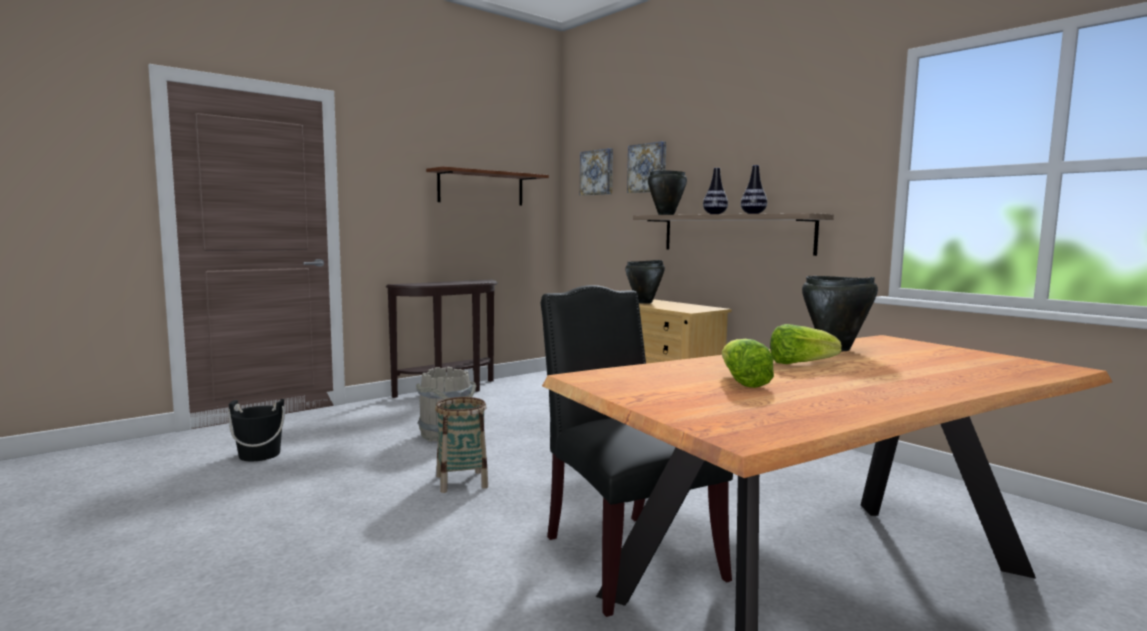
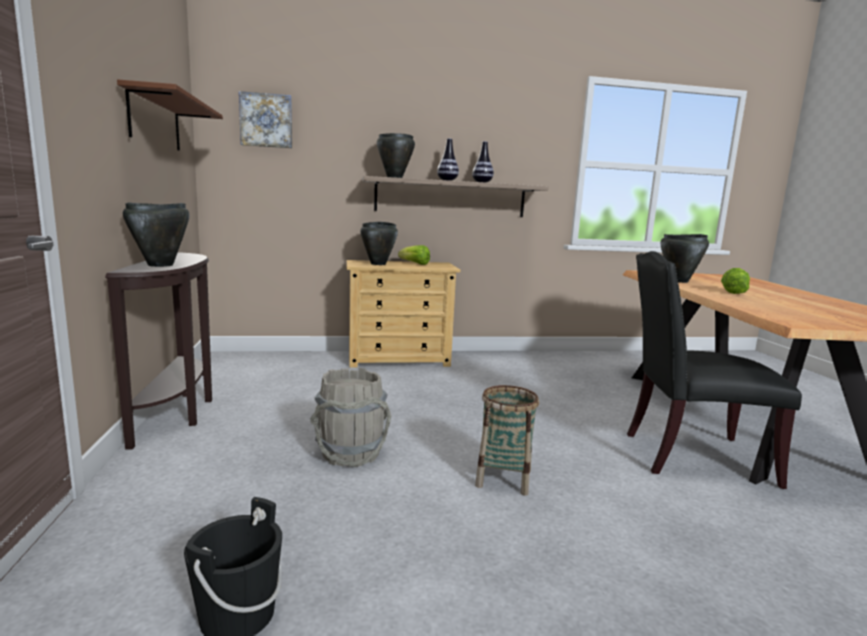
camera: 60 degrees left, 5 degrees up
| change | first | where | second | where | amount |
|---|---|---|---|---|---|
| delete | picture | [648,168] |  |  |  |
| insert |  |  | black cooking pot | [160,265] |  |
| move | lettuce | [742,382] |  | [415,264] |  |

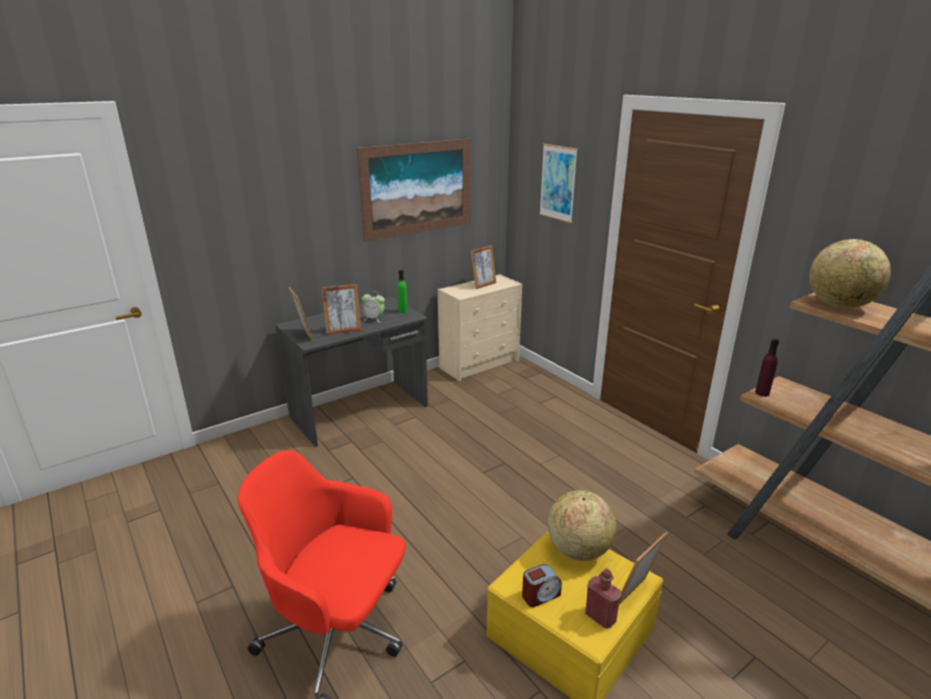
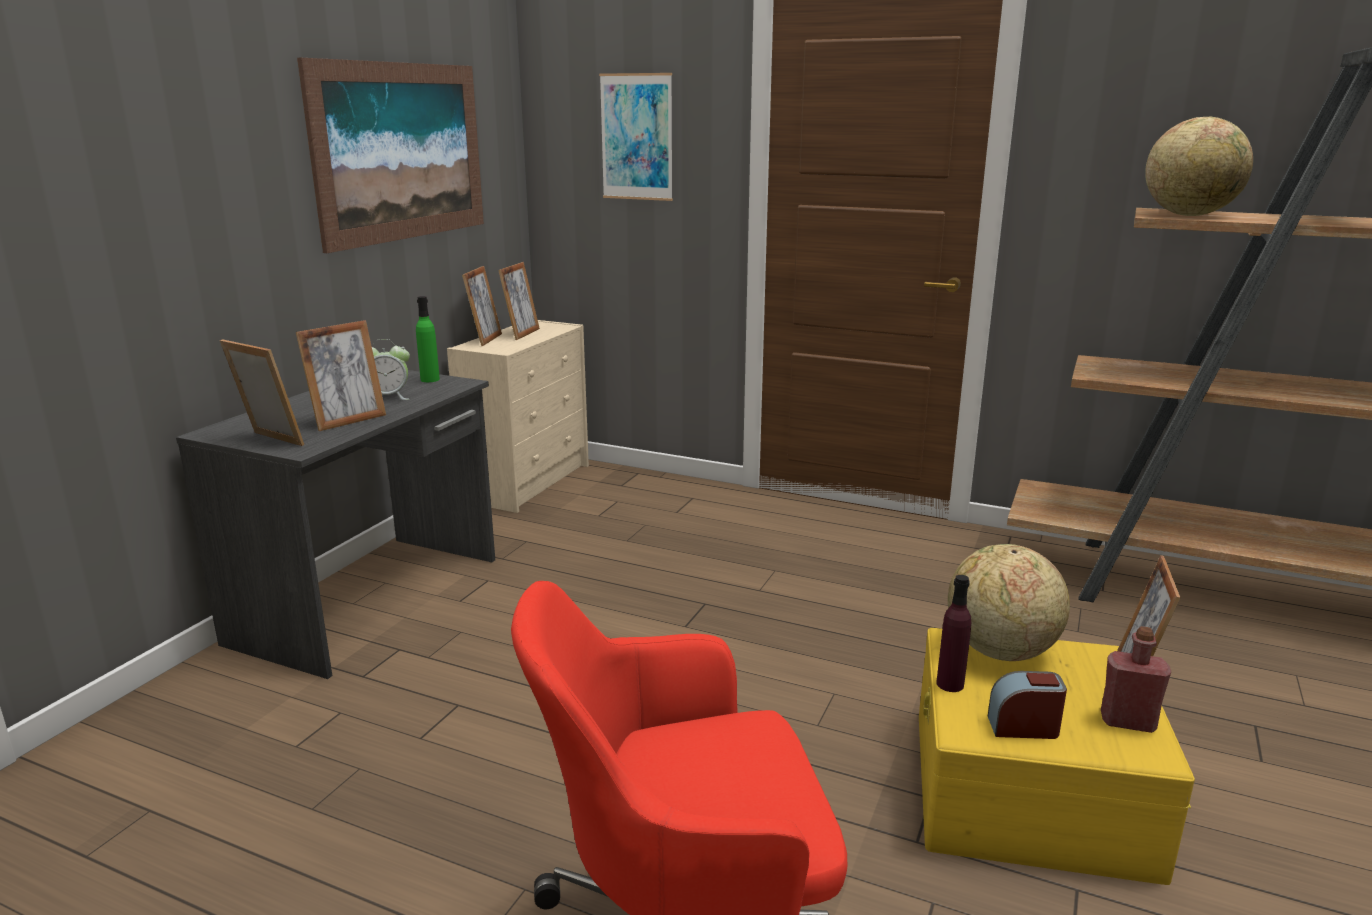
camera: 30 degrees left, 5 degrees down
| change | first | where | second | where | amount |
|---|---|---|---|---|---|
| insert |  |  | picture frame | [485,339] |  |
| move | purple bottle | [762,393] |  | [950,684] |  |
| rotate | alarm clock | [540,595] |  | [1023,727] | 120 degrees counterclockwise |

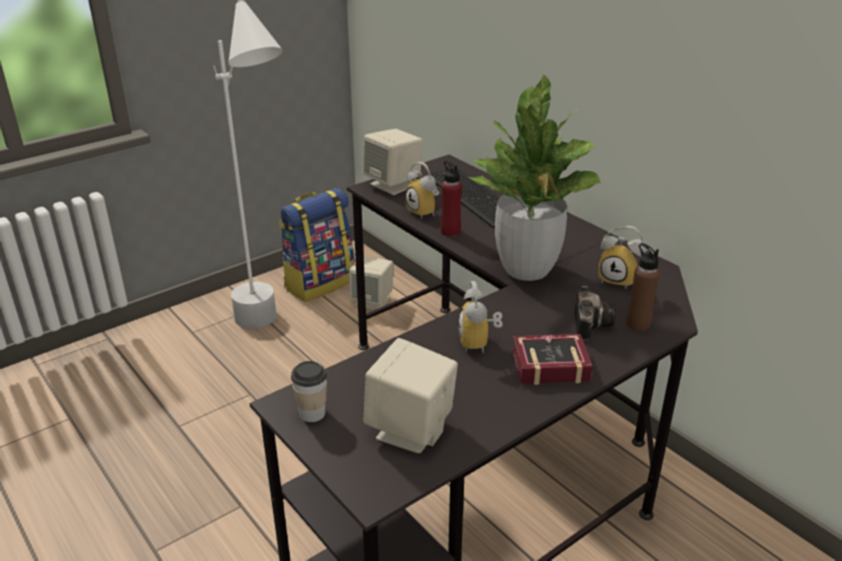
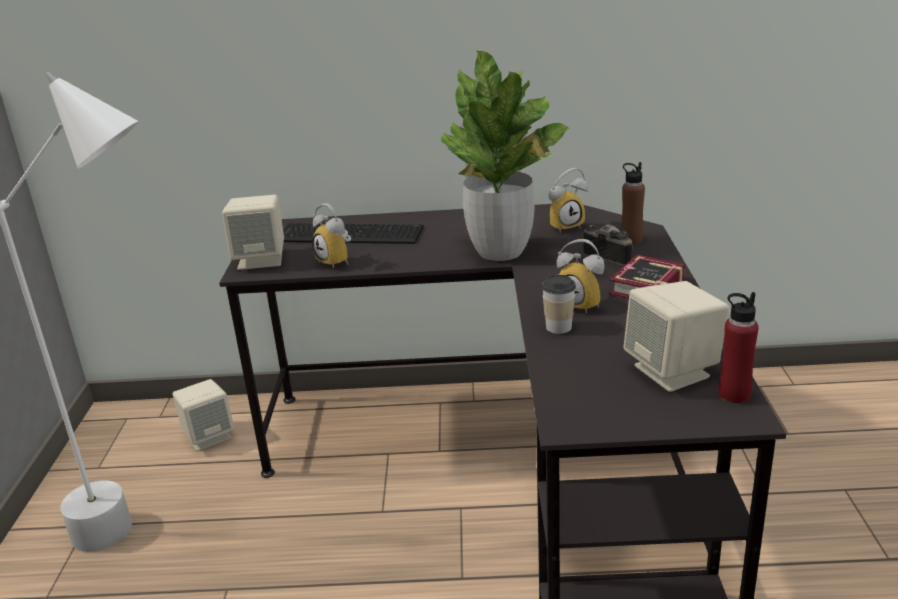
camera: 50 degrees left, 5 degrees down
| change | first | where | second | where | amount |
|---|---|---|---|---|---|
| delete | backpack | [319,283] |  |  |  |
| move | cup | [312,413] |  | [558,327] |  |
| move | red bottle | [450,231] |  | [734,394] |  |
| rotate | alarm clock | [425,212] |  | [338,261] | 45 degrees clockwise |

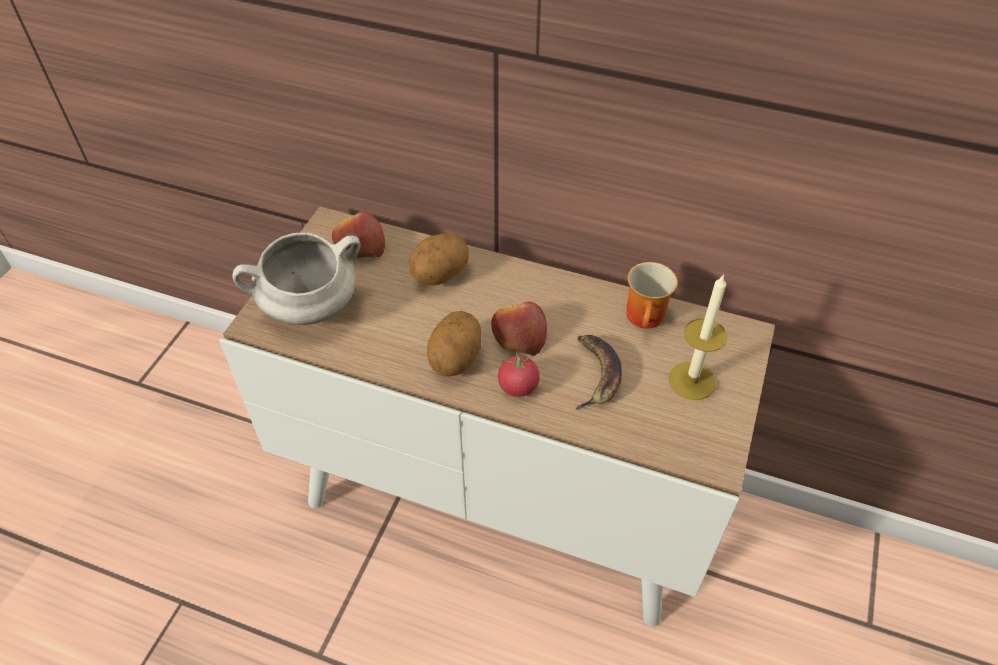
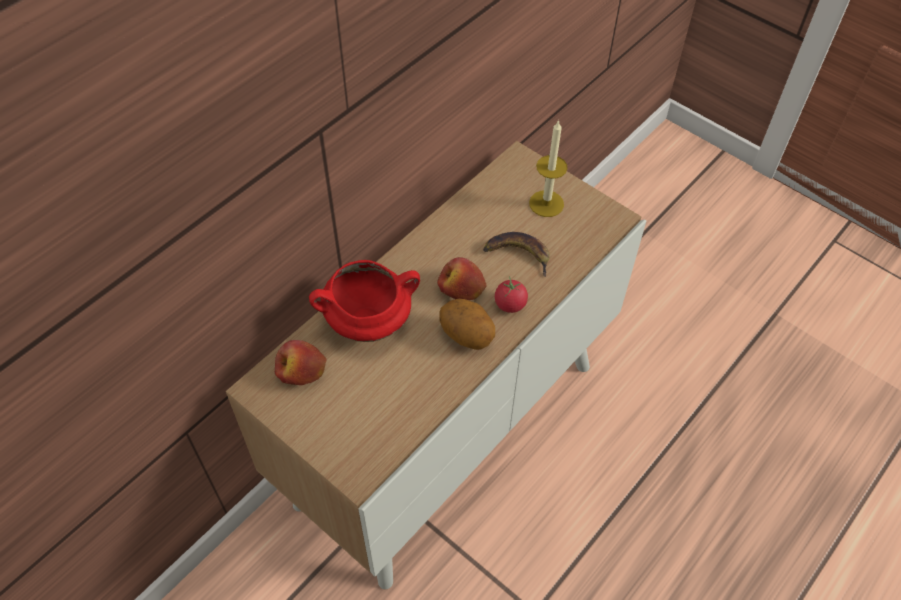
camera: 70 degrees left, 5 degrees up
| change | first | where | second | where | amount |
|---|---|---|---|---|---|
| delete | white cooking pot | [309,308] |  |  |  |
| delete | mug | [647,318] |  |  |  |
| replace | potato | [440,275] | red cooking pot | [369,320] |  |

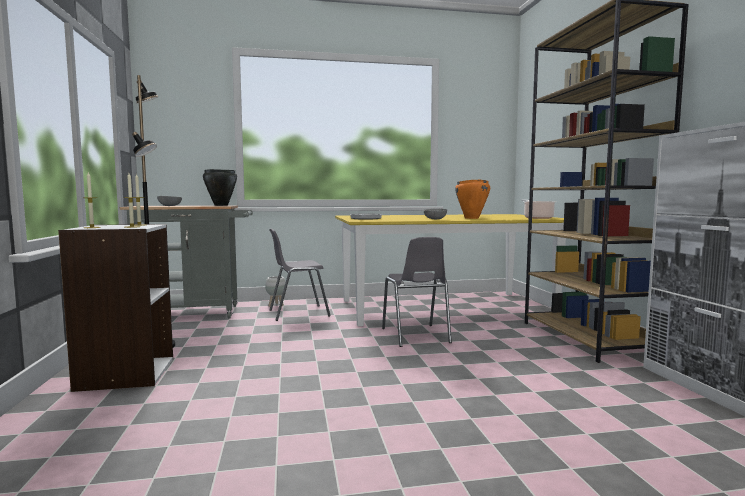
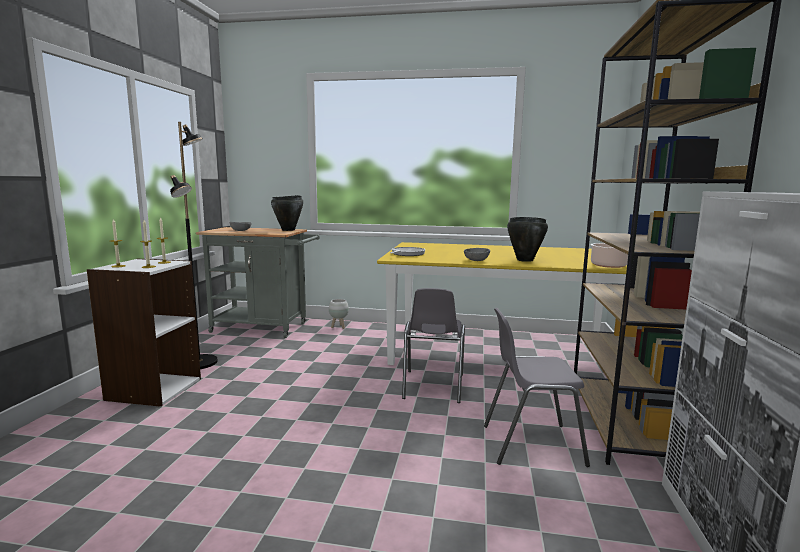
camera: 20 degrees right, 5 degrees up
| change | first | where | second | where | amount |
|---|---|---|---|---|---|
| move | grey chair | [298,313] |  | [531,444] |  |
| recolor | orange cooking pot | [471,218] | black cooking pot | [524,260] |  |

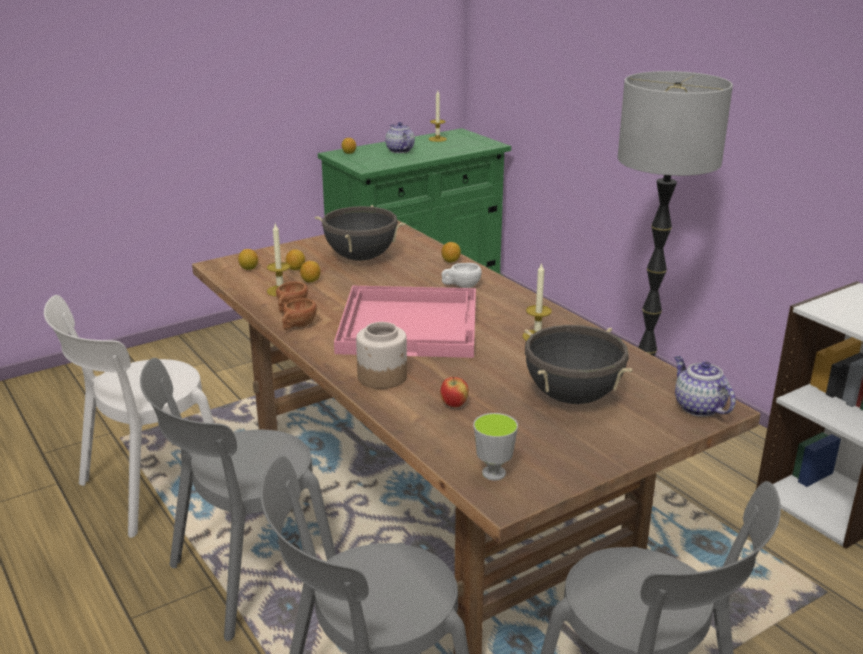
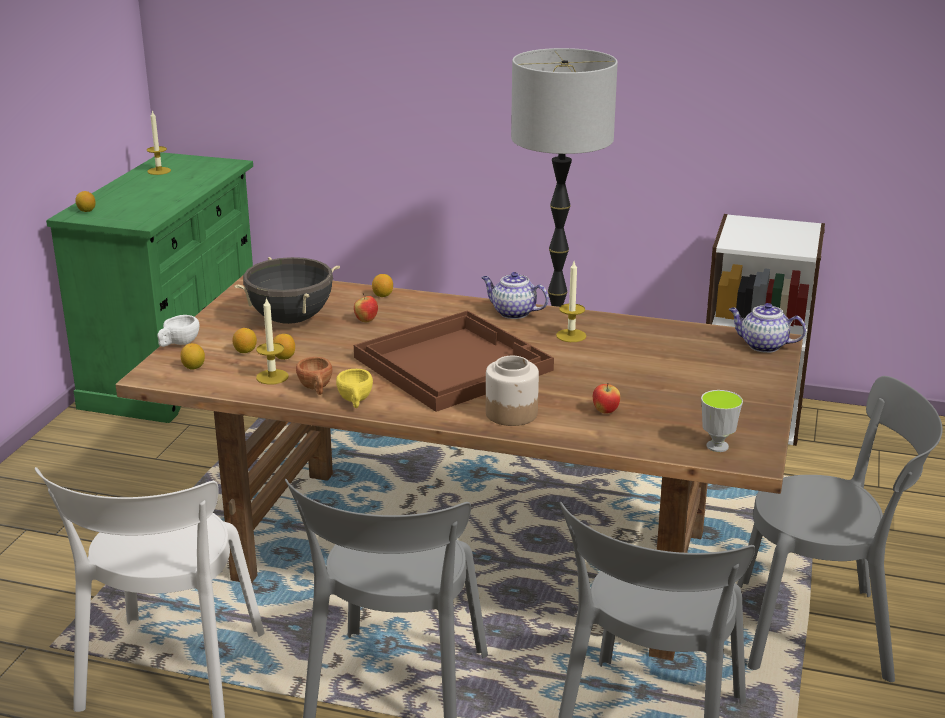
camera: 40 degrees left, 0 degrees up
| change | first | where | second | where | amount |
|---|---|---|---|---|---|
| delete | black cooking pot | [573,397] |  |  |  |
| insert |  |  | apple | [366,320] |  |
| move | teapot | [399,150] |  | [513,313] |  |
| move | white cup | [461,286] |  | [178,344] |  |
| recolor | brown cup | [297,326] | yellow cup | [355,401] |  |
| recolor | pink tray | [410,324] | brown tray | [453,363] |  |

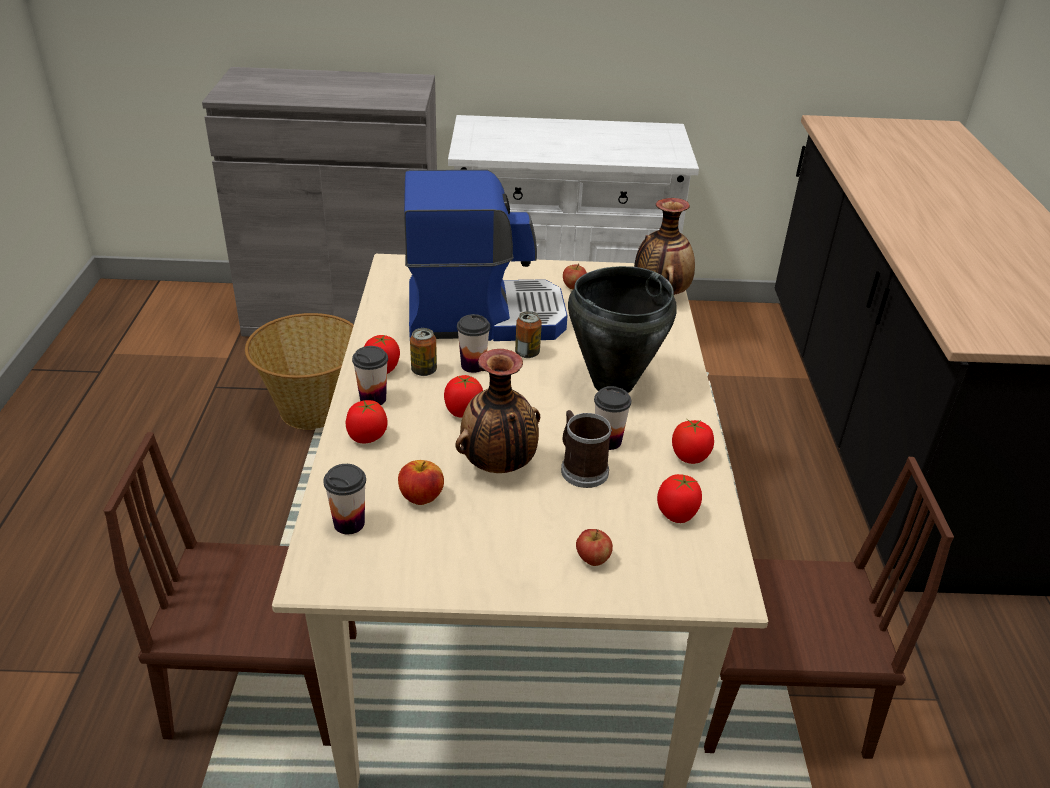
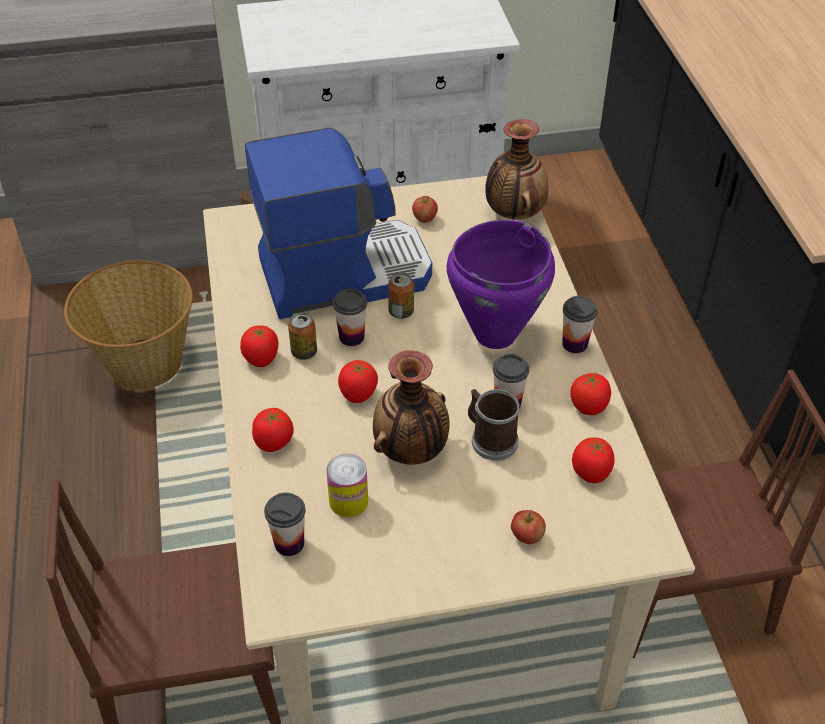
camera: 10 degrees left, 10 degrees up
| change | first | where | second | where | amount |
|---|---|---|---|---|---|
| move | cup | [373,399] |  | [575,344] |  |
| replace | apple | [421,497] | can | [348,501] |  |
| recolor | black cooking pot | [612,384] | purple cooking pot | [494,334] |  |

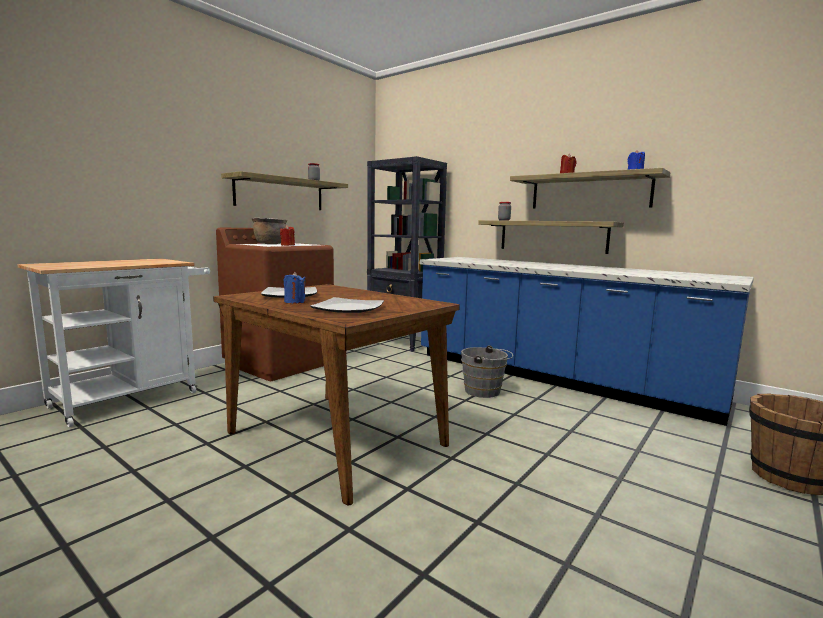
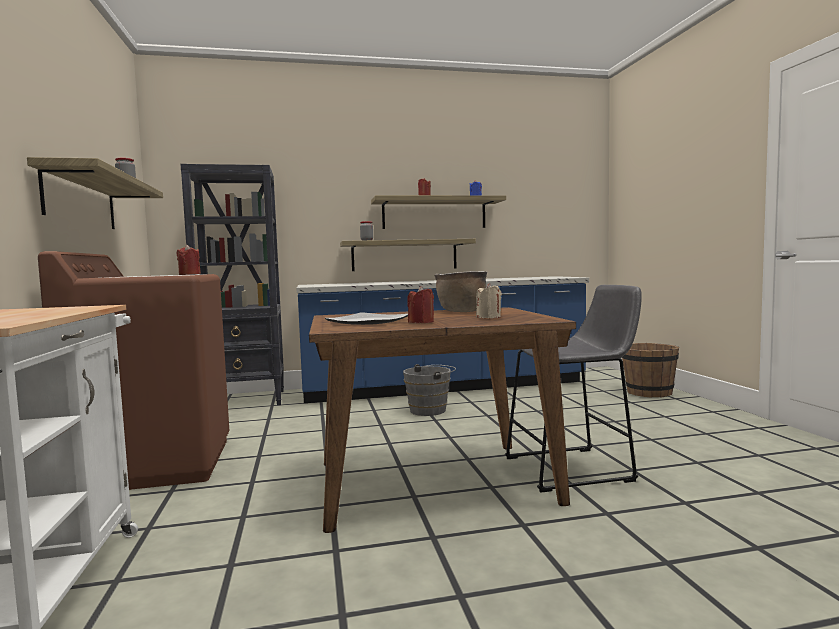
camera: 50 degrees left, 5 degrees down
| change | first | where | second | where | amount |
|---|---|---|---|---|---|
| insert |  |  | grey stool | [574,469] |  |
| move | brown cooking pot | [270,244] |  | [461,311] |  |
| replace | plate | [348,308] | beige candle | [488,317] |  |
| recolor | blue candle | [294,302] | red candle | [421,322] |  |

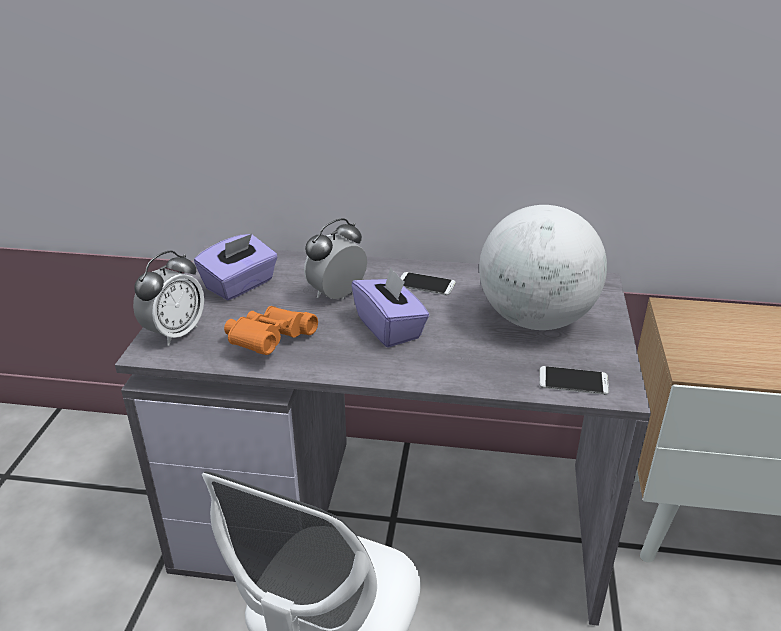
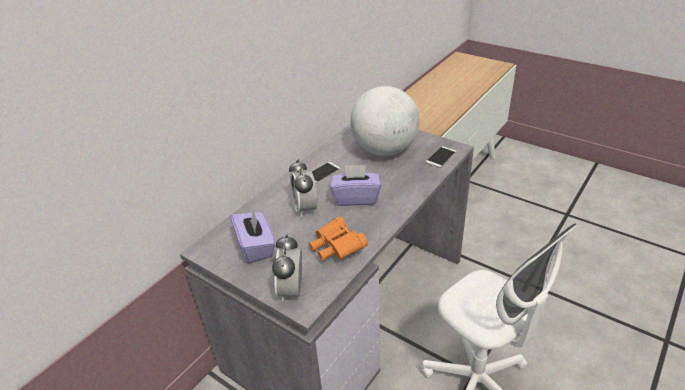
camera: 60 degrees left, 5 degrees up
| change | first | where | second | where | amount |
|---|---|---|---|---|---|
| rotate | alarm clock | [175,333] |  | [291,290] | 150 degrees counterclockwise |

